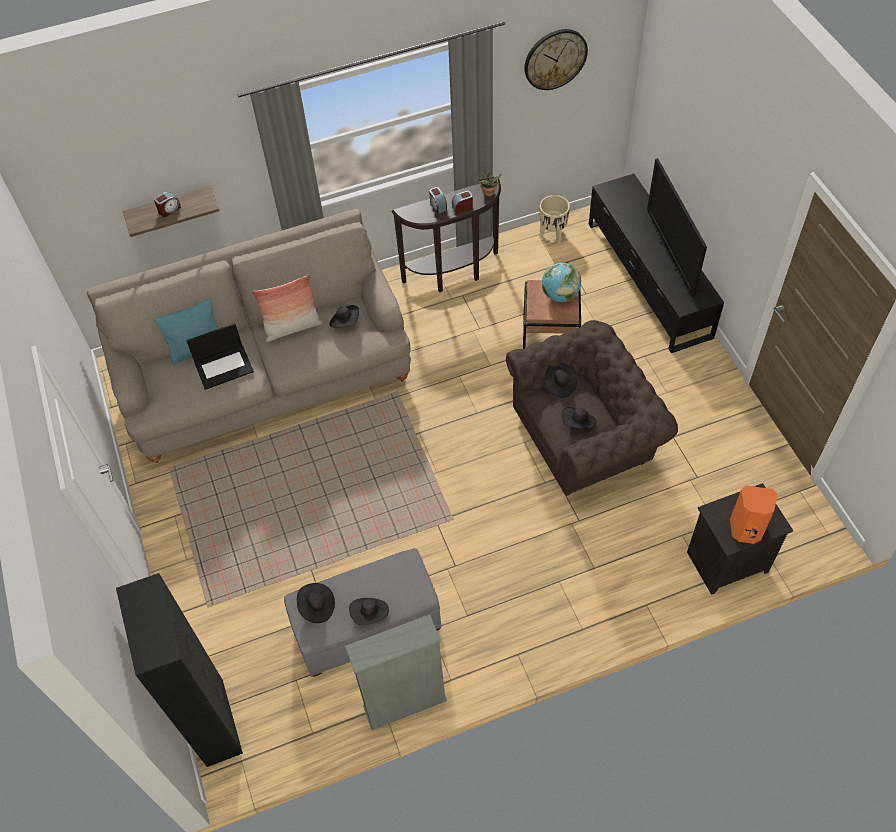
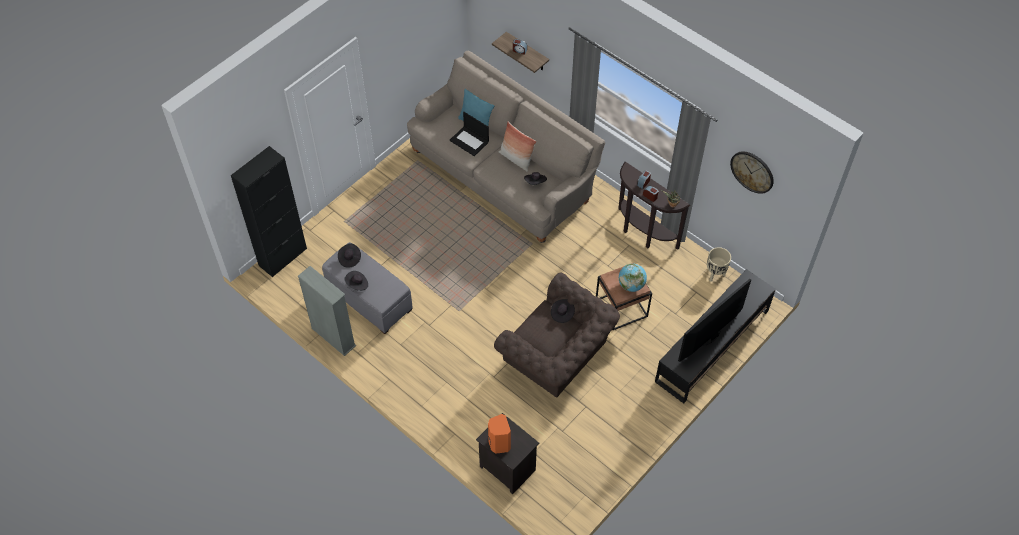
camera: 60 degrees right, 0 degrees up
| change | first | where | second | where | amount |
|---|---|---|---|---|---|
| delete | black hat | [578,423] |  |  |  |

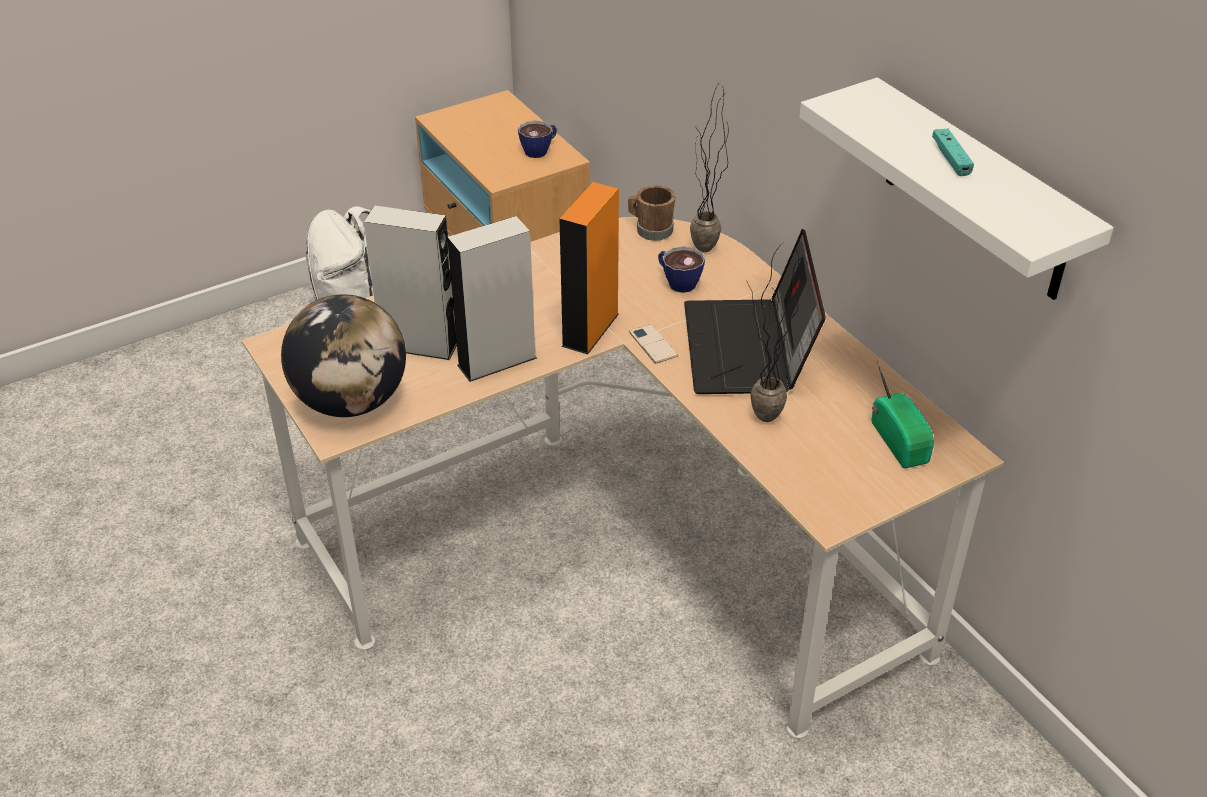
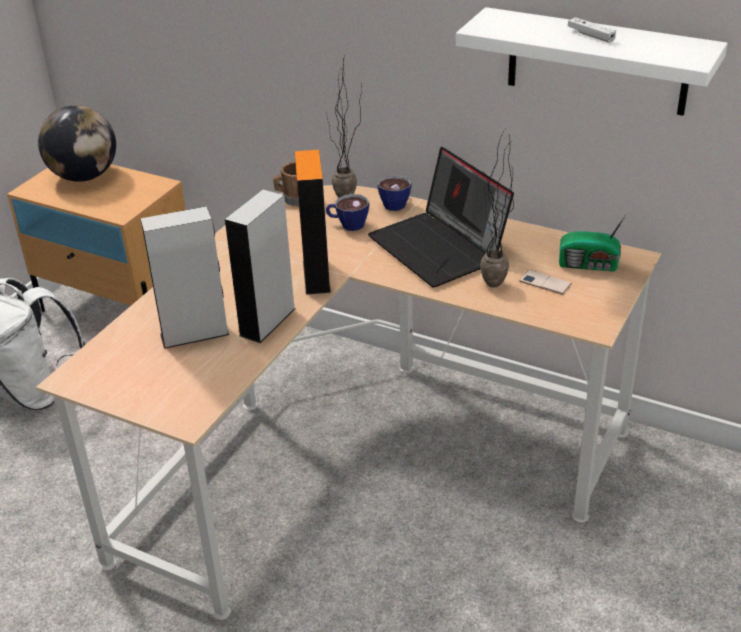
camera: 30 degrees left, 5 degrees down
| change | first | where | second | where | amount |
|---|---|---|---|---|---|
| move | globe | [351,402] |  | [84,176] |  |
| move | cup | [540,150] |  | [396,203] |  |
| move | phone | [653,344] |  | [545,283] |  |
| recolor | turquoise game controller | [951,159] | white game controller | [590,35] |  |
| rotate | radio | [900,440] |  | [590,265] | 150 degrees clockwise |

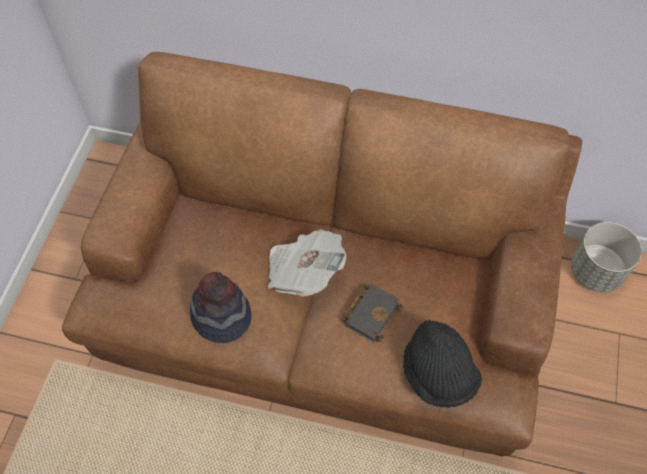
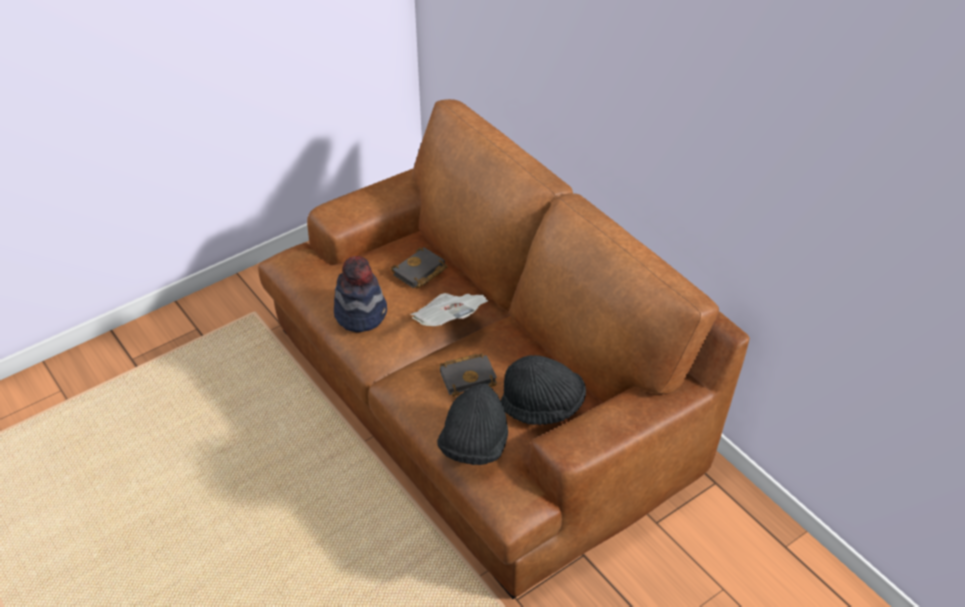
camera: 40 degrees right, 15 degrees down
| change | first | where | second | where | amount |
|---|---|---|---|---|---|
| delete | grey planter | [596,271] |  |  |  |
| insert |  |  | black book | [419,273] |  |
| insert |  |  | black hat | [543,406] |  |

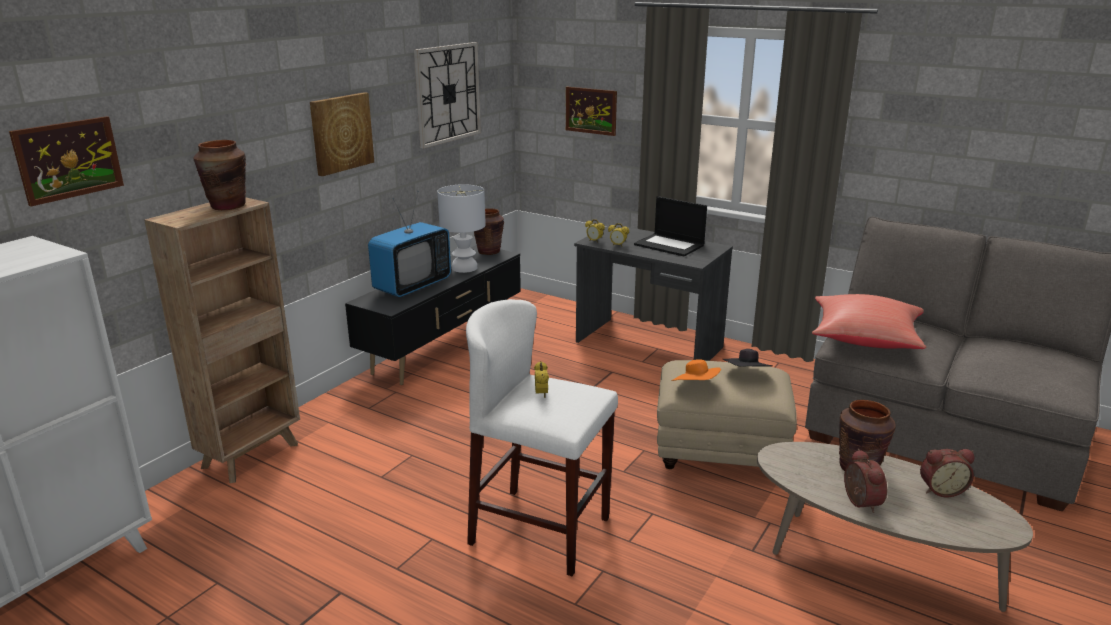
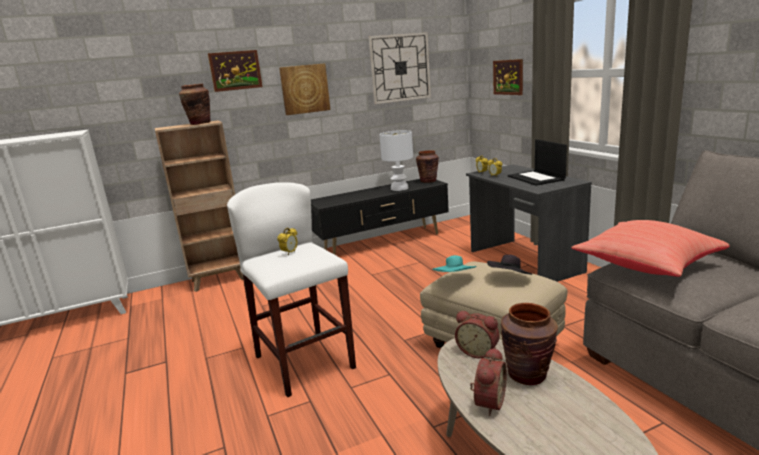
camera: 35 degrees right, 5 degrees down
| change | first | where | second | where | amount |
|---|---|---|---|---|---|
| delete | television | [412,286] |  |  |  |
| move | picture | [68,159] |  | [235,70] |  |
| move | alarm clock | [941,489] |  | [478,351] |  |
| recolor | orange hat | [696,387] | turquoise hat | [455,279] |  |

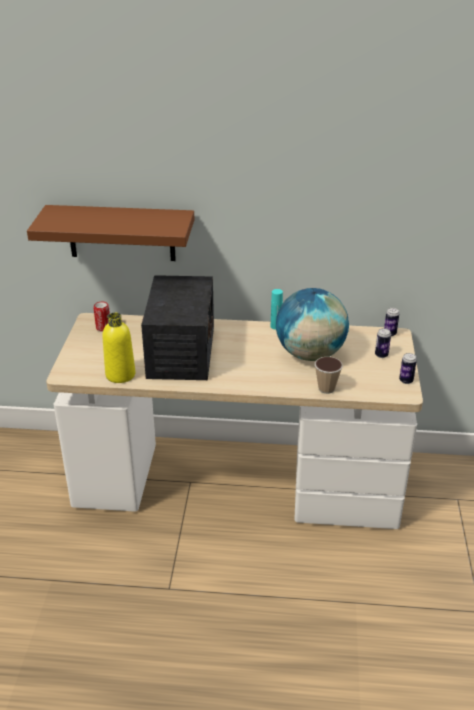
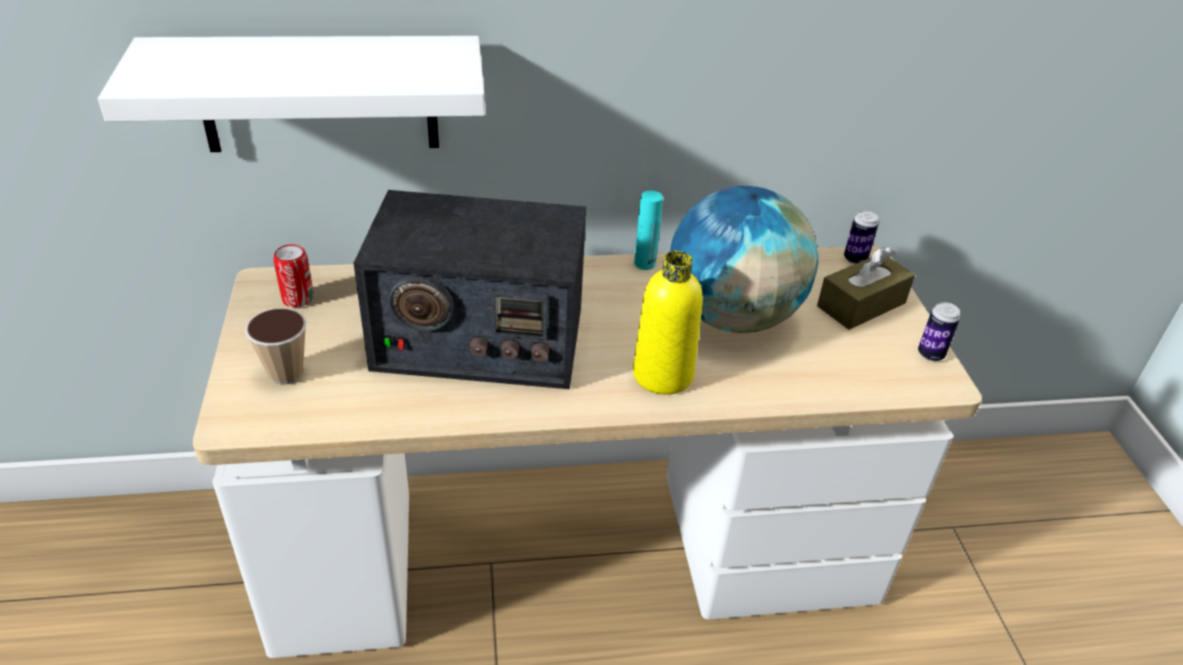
camera: 15 degrees left, 5 degrees up
| change | first | where | second | where | amount |
|---|---|---|---|---|---|
| move | yellow bottle | [120,375] |  | [663,375] |  |
| move | cup | [326,388] |  | [286,373] |  |
| replace | can | [381,355] | brown tissue box | [861,305] |  |
| recolor | brown shelf | [121,233] | white shelf | [318,94] |  |
| rotate | radio | [181,352] |  | [478,339] | 105 degrees clockwise |

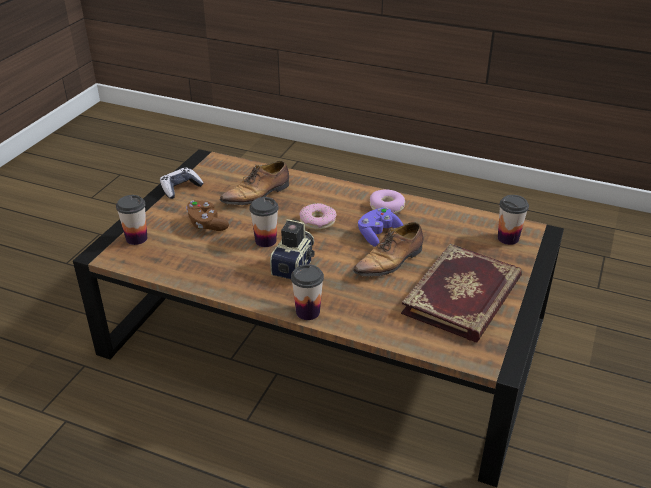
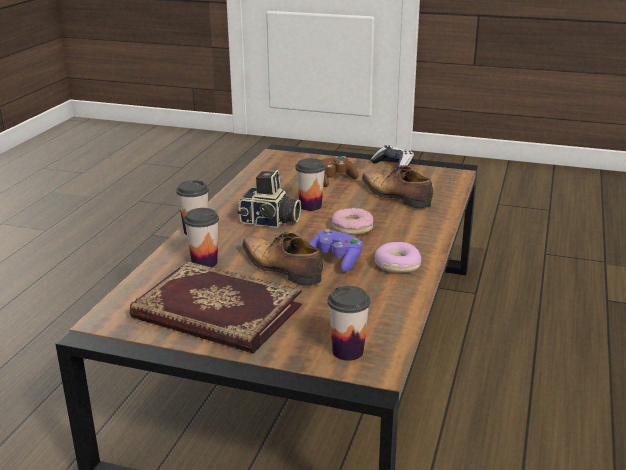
camera: 85 degrees right, 10 degrees down
| change | first | where | second | where | amount |
|---|---|---|---|---|---|
| move | cup | [136,238] |  | [204,262] |  |

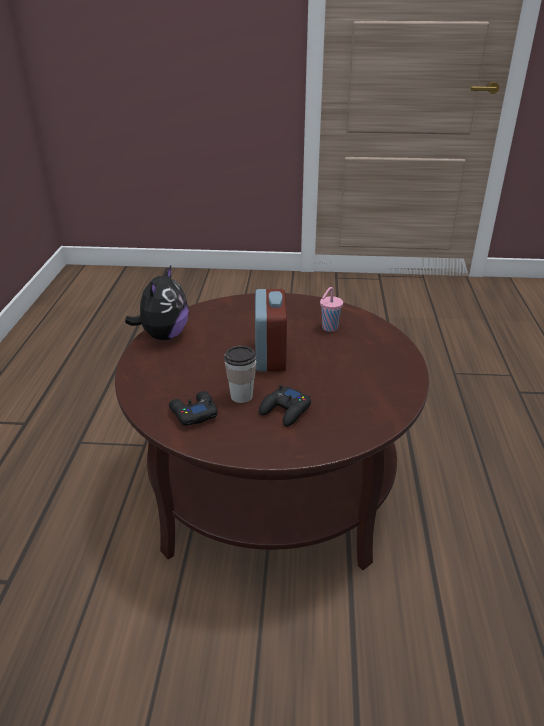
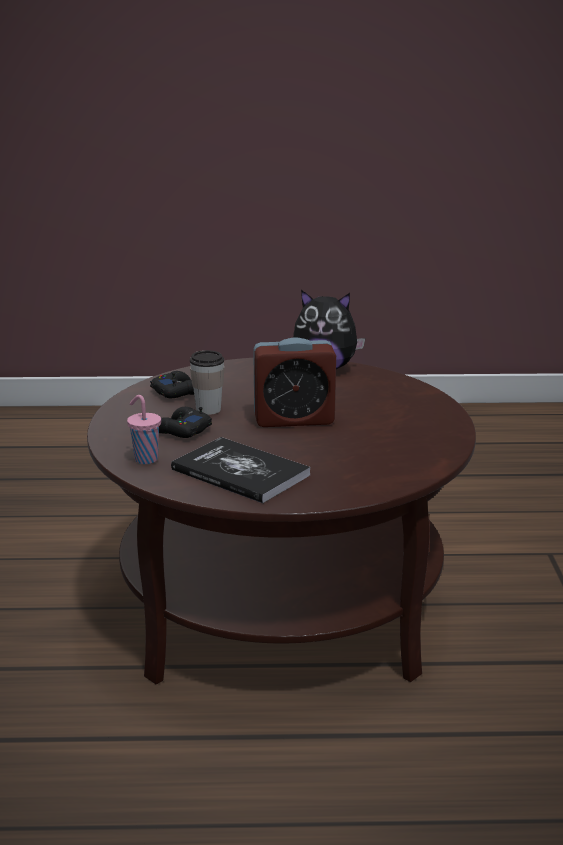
camera: 85 degrees right, 10 degrees down
| change | first | where | second | where | amount |
|---|---|---|---|---|---|
| insert |  |  | book | [240,472] |  |
| move | pink cup | [329,328] |  | [145,459] |  |

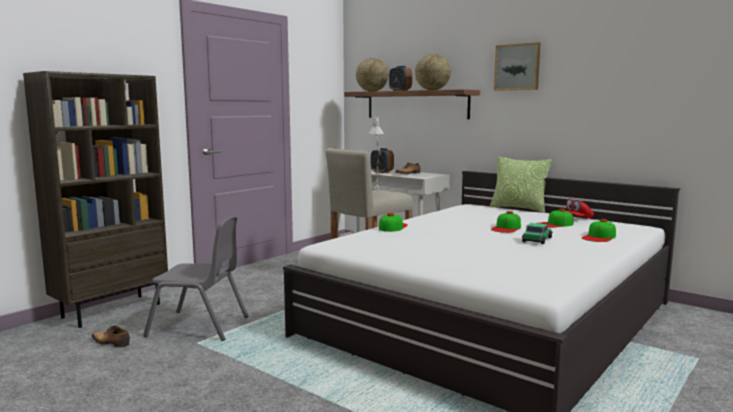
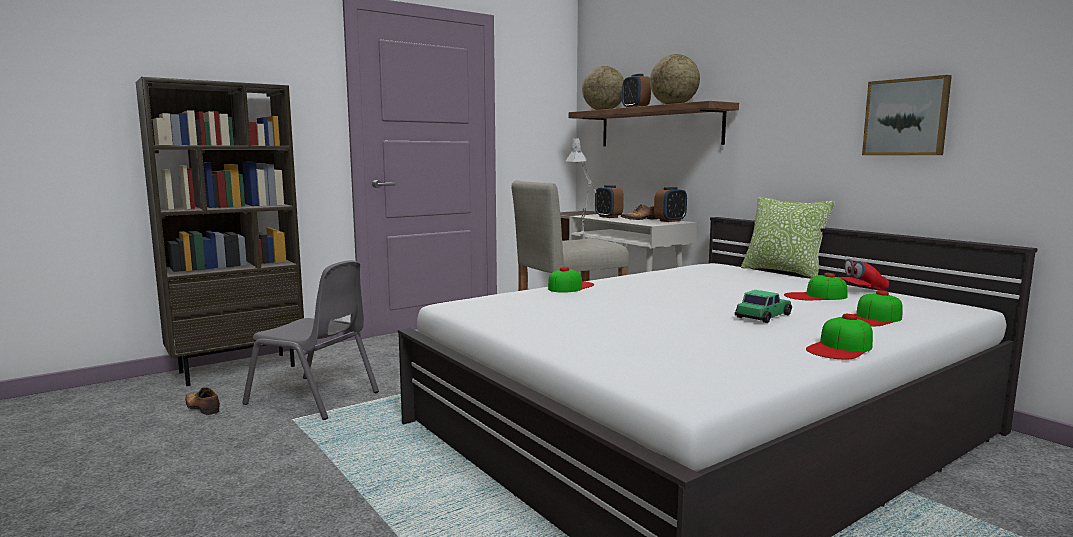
camera: 15 degrees right, 0 degrees up
| change | first | where | second | where | amount |
|---|---|---|---|---|---|
| insert |  |  | alarm clock | [670,221] |  |
| move | cap | [506,228] |  | [840,348] |  |
| move | picture | [517,67] |  | [906,117] |  |

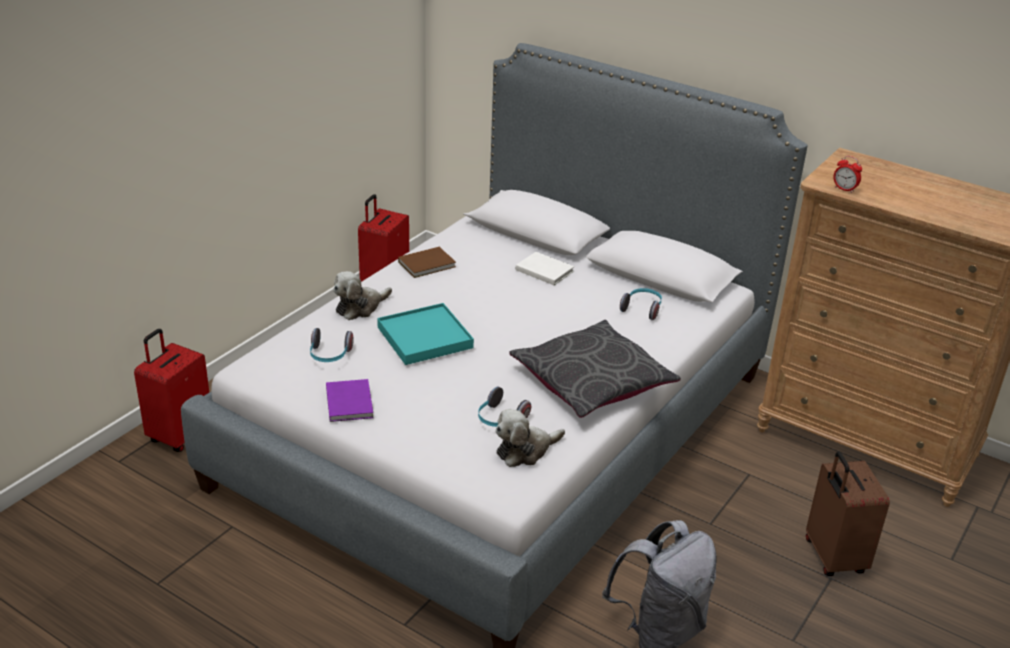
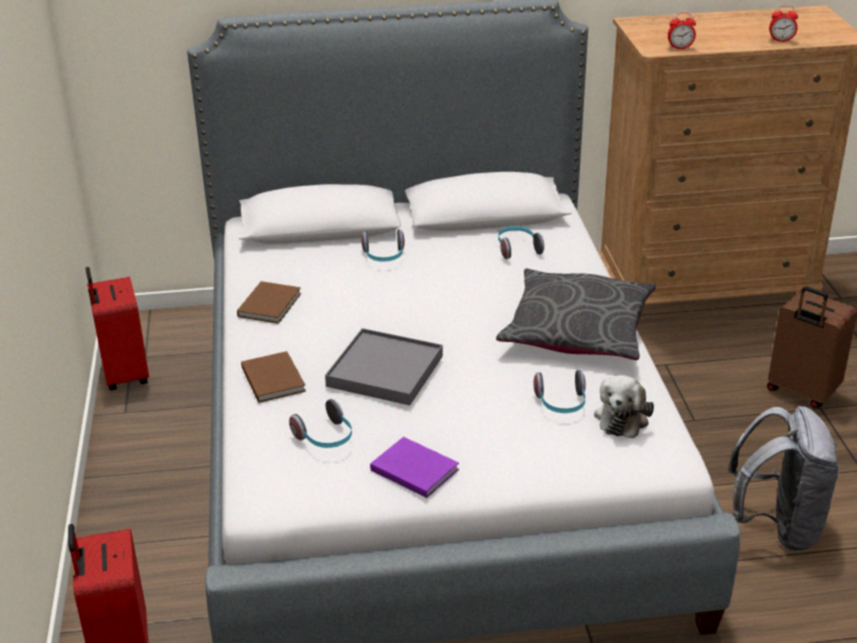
camera: 40 degrees left, 0 degrees up
| change | first | where | second | where | amount |
|---|---|---|---|---|---|
| insert |  |  | alarm clock | [781,40] |  |
| replace | plush toy | [360,307] | brown book | [273,378] |  |
| replace | white book | [543,270] | headphones | [384,257] |  |
| recolor | turquoise tray | [425,337] | grey tray | [385,371] |  |

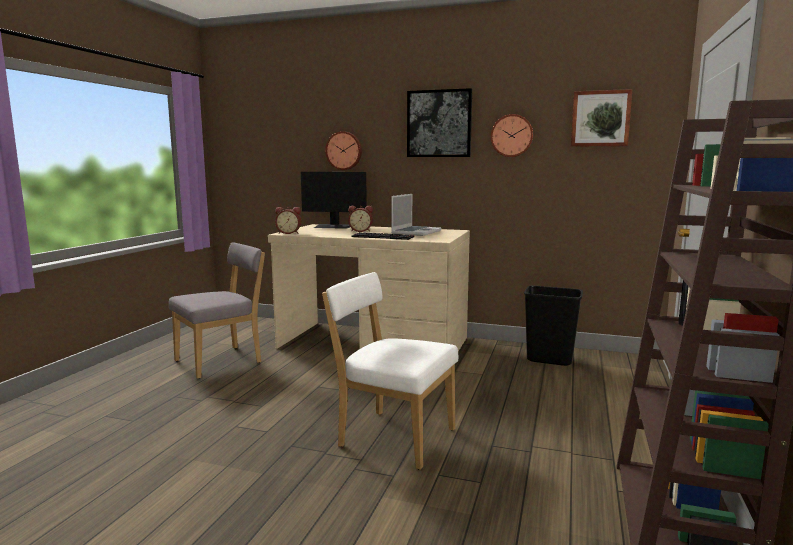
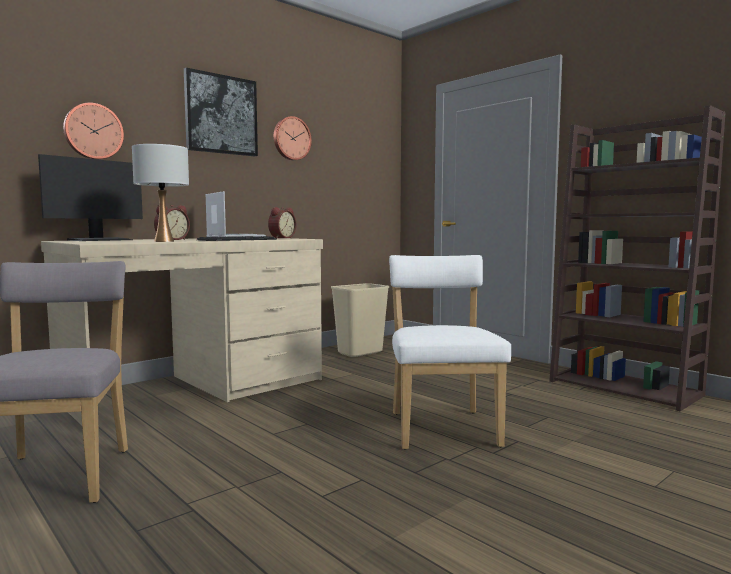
camera: 60 degrees left, 5 degrees down
| change | first | where | second | where | amount |
|---|---|---|---|---|---|
| delete | picture | [600,118] |  |  |  |
| insert |  |  | white table lamp | [164,241] |  |
| move | alarm clock | [289,233] |  | [281,238] |  |
| recolor | black trash can | [550,360] | beige trash can | [360,352] |  |
| rotate | white chair | [392,436] |  | [442,427] | 120 degrees clockwise |

